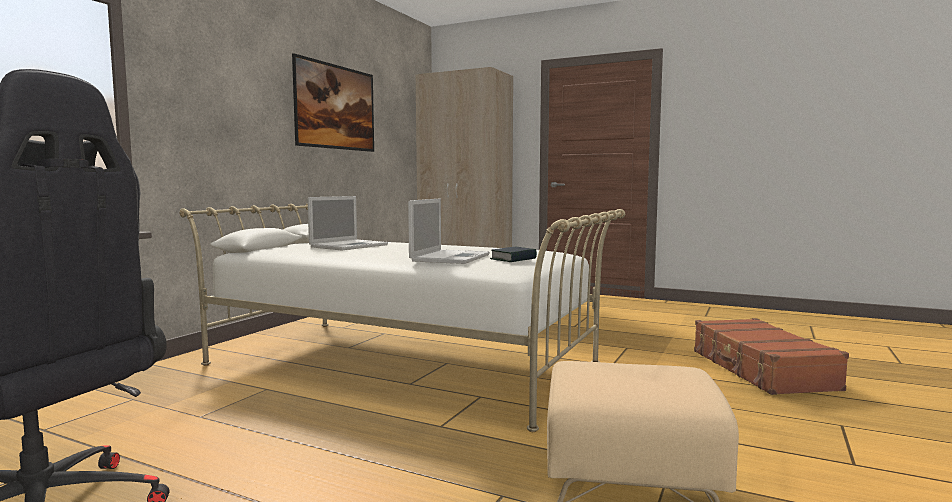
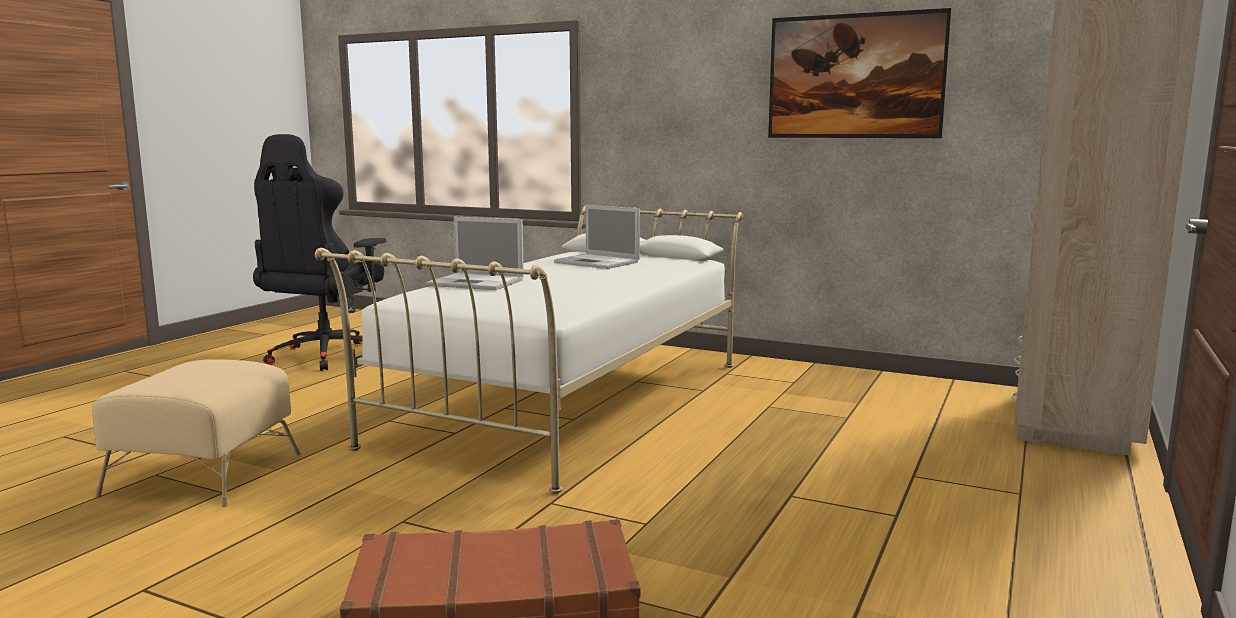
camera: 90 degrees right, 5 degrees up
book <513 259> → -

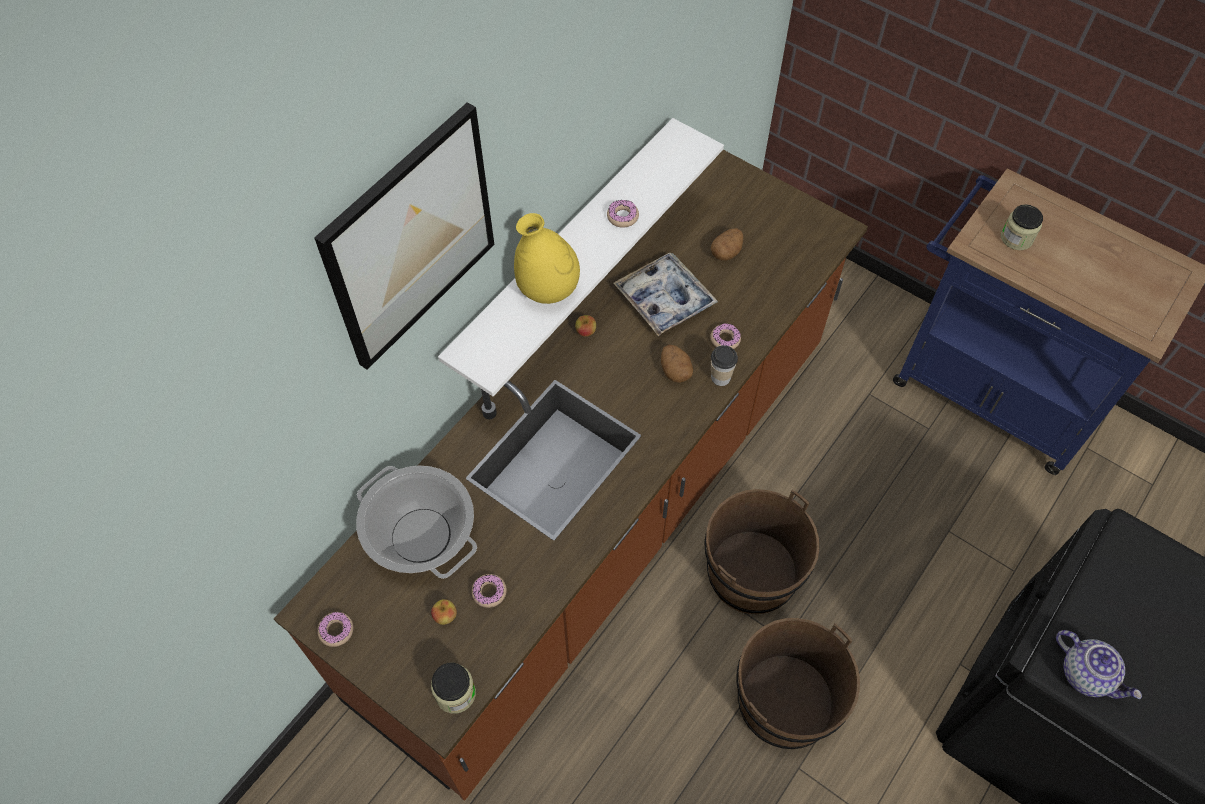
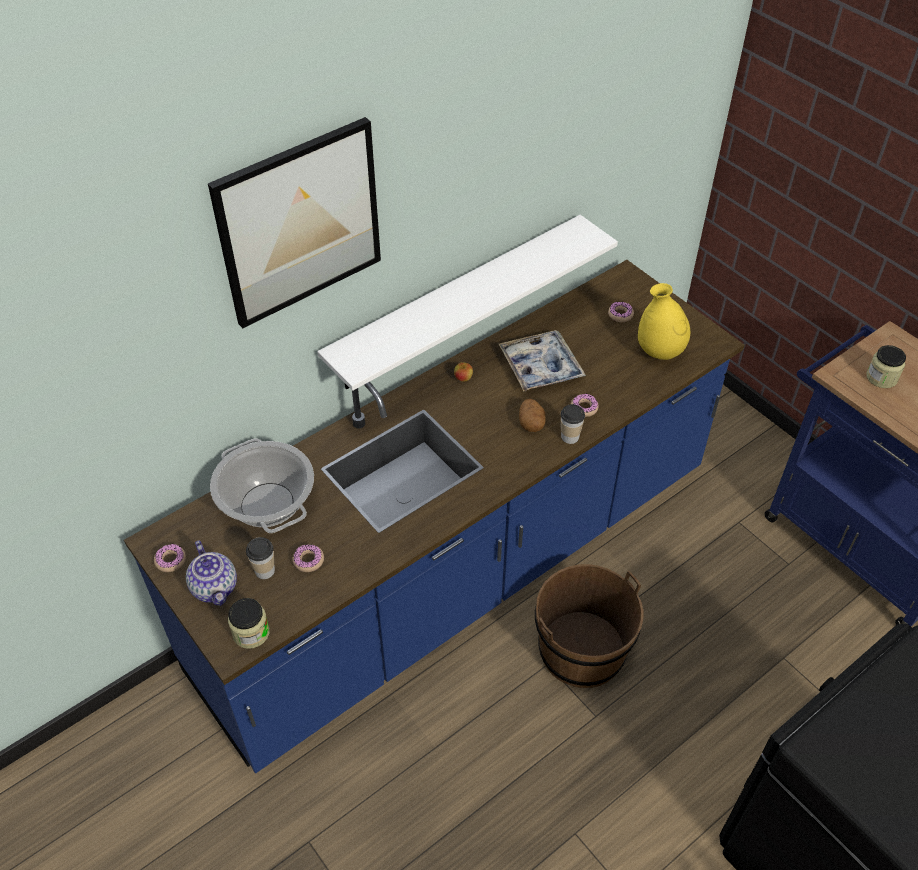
camera: 15 degrees right, 10 degrees down
counter in brown <602 516> → counter in blue <458 570>
teapot <1086 674> → teapot <215 587>, moved
apple <445 616> → cup <264 570>
donut <622 217> → donut <620 315>, moved
vase in yellow <548 290> → vase in yellow <659 352>, moved
potato <726 252> → -
bucket in brown <785 701> → -

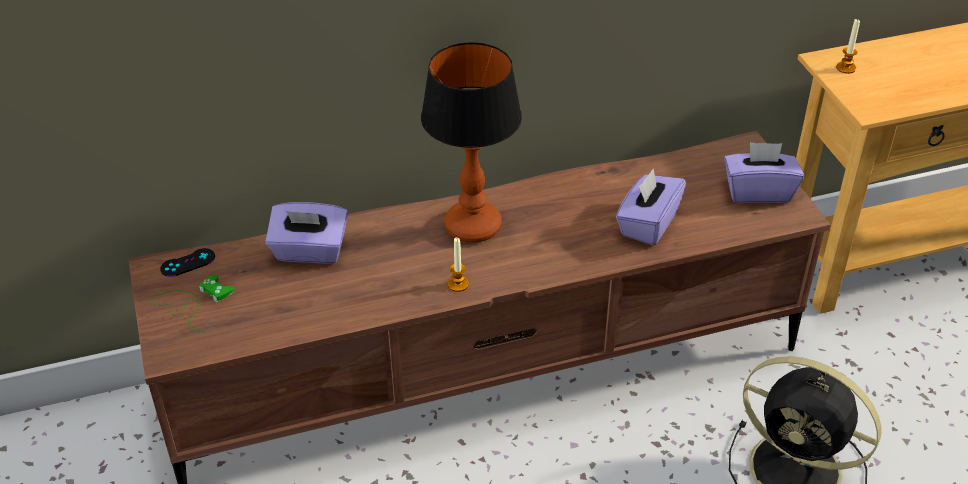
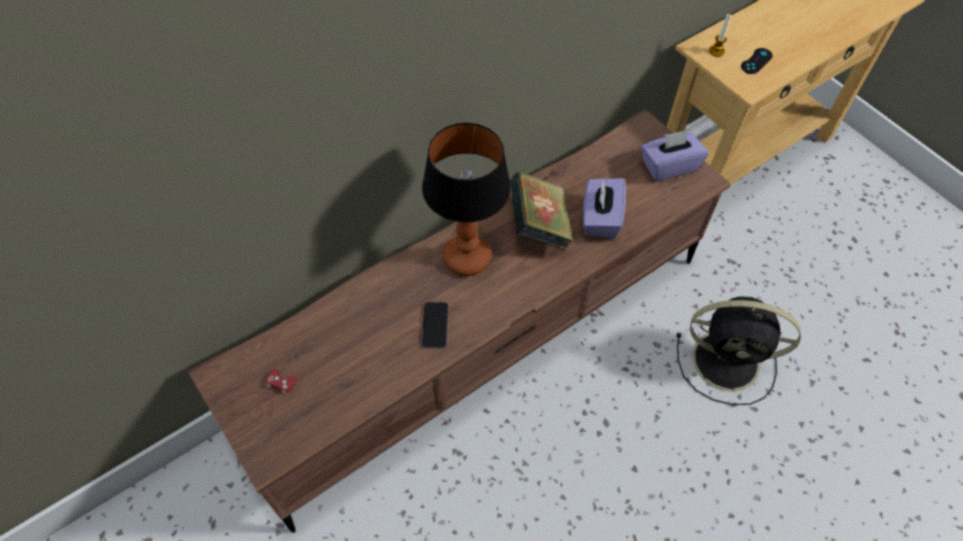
camera: 20 degrees left, 15 degrees up
game controller in green <193 303> → game controller in red <265 401>
- → phone <435 326>
- → book <538 226>
game controller in black <188 263> → game controller in black <756 61>, moved
tissue box in purple <309 251> → -
candle <458 284> → -

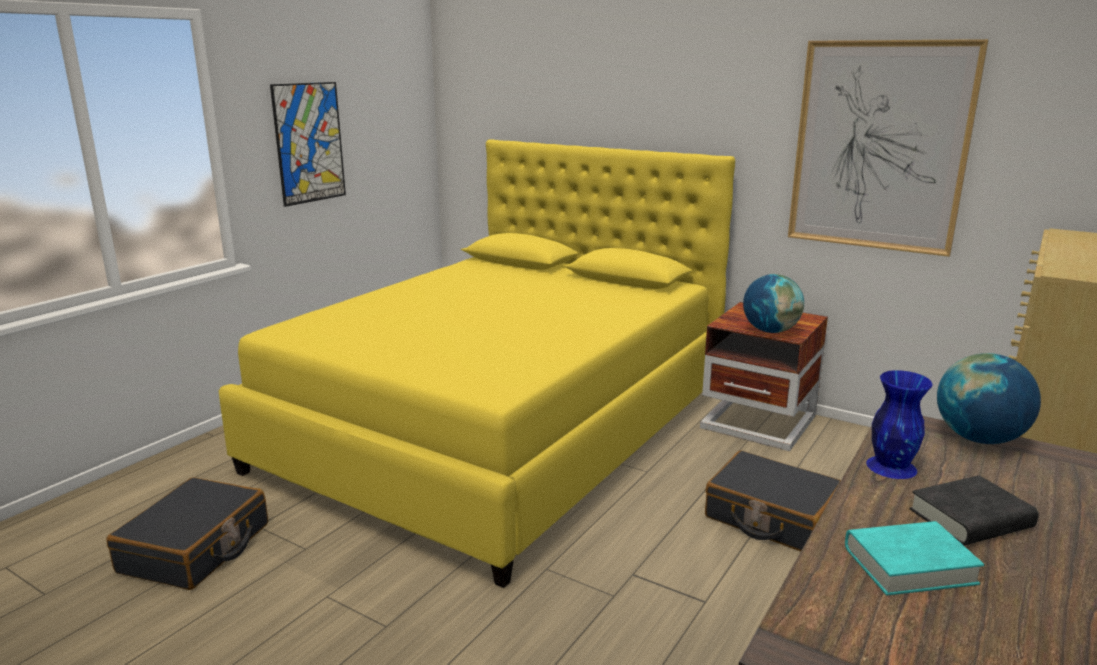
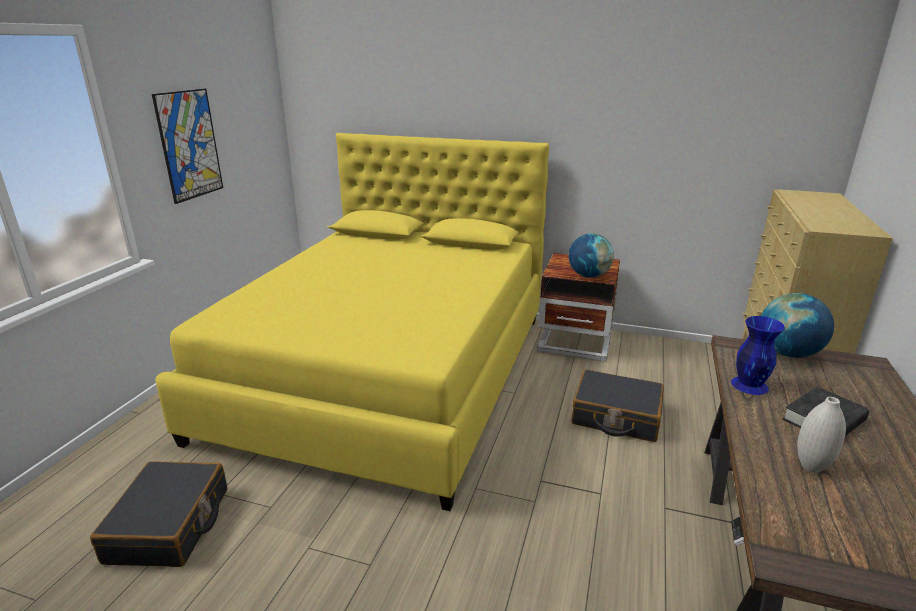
camera: 15 degrees left, 5 degrees up
book in turquoise <909 565> → vase in white <811 467>
picture <879 147> → -

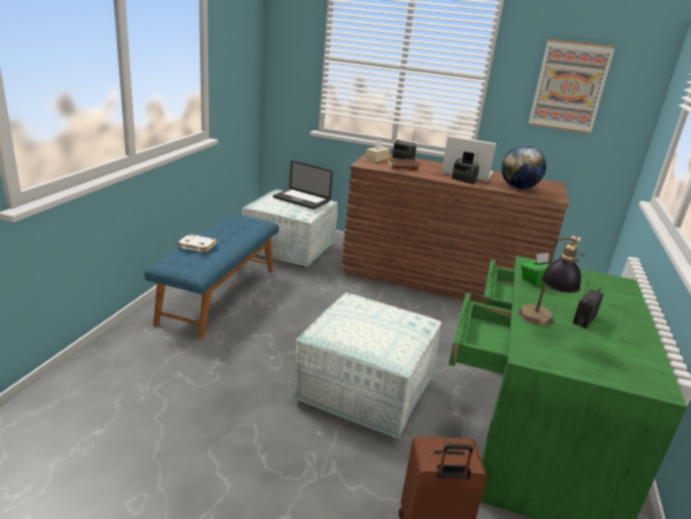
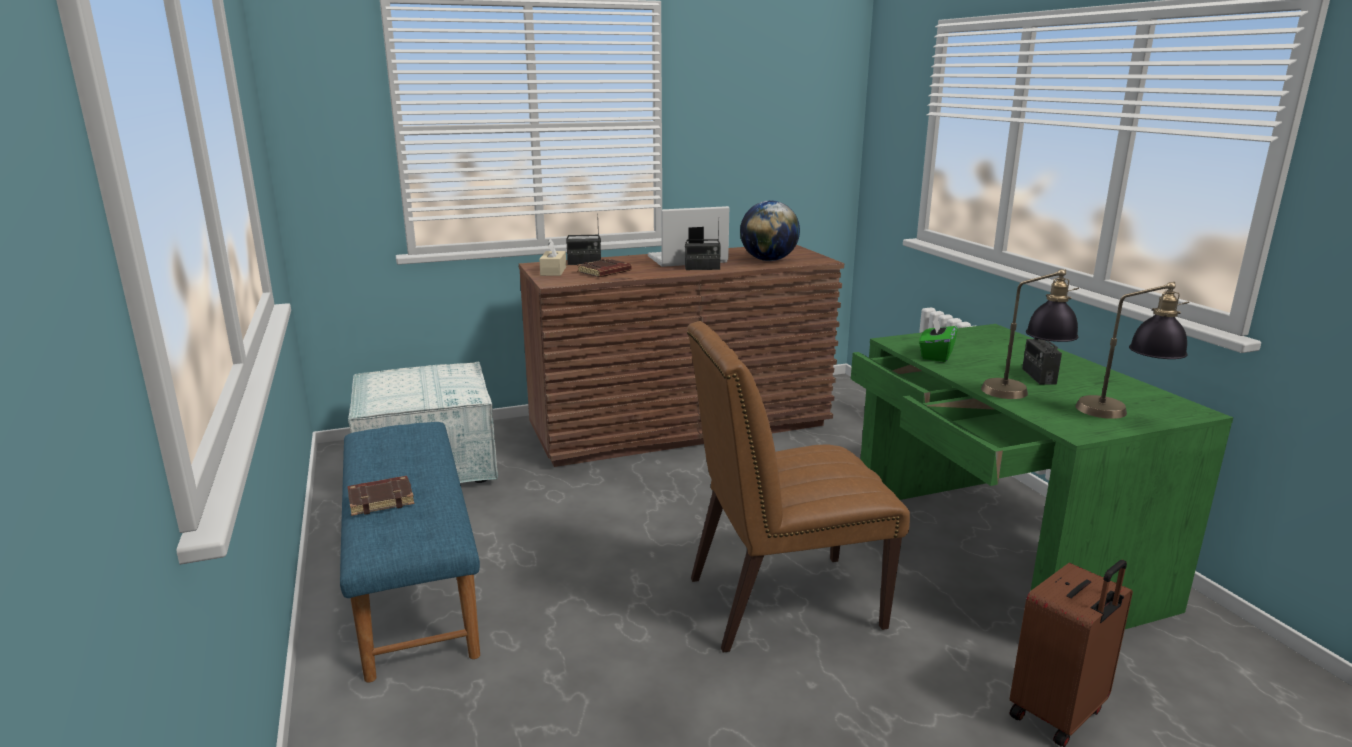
camera: 35 degrees left, 5 degrees down
book in white <197 245> → book in brown <381 499>
ottoman in white <364 390> → chair in brown <785 601>
- → table lamp <1122 415>
laptop <301 200> → -
picture <569 86> → -

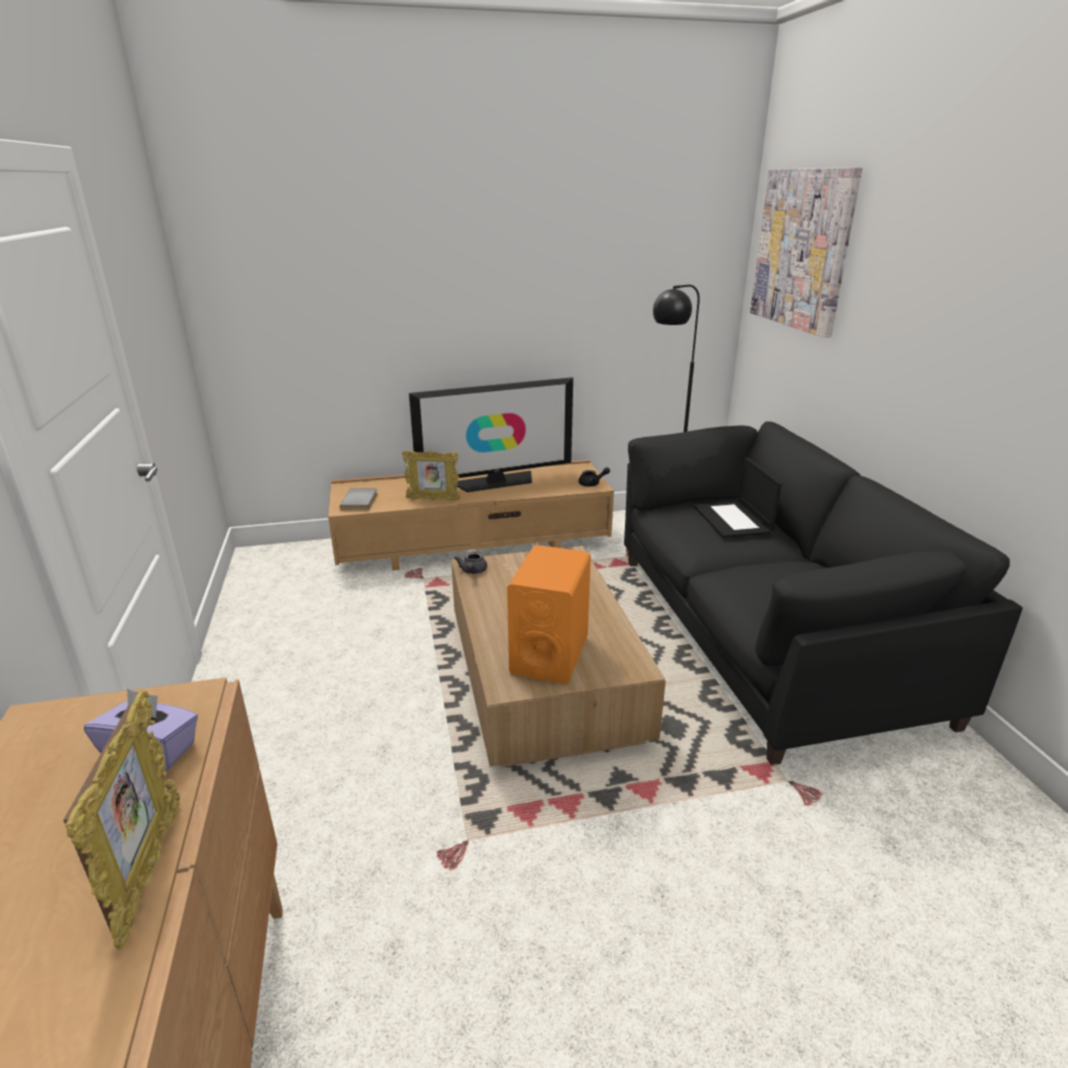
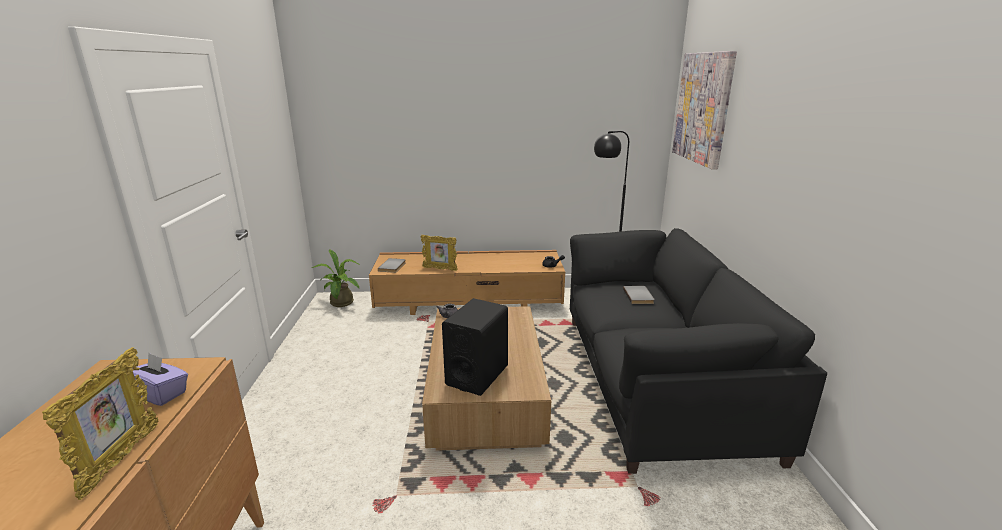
camera: 10 degrees right, 5 degrees down
- → potted plant <342 304>
speaker in orange <549 654> → speaker in black <477 375>
laptop <733 520> → book in grey <639 296>
television <495 482> → -

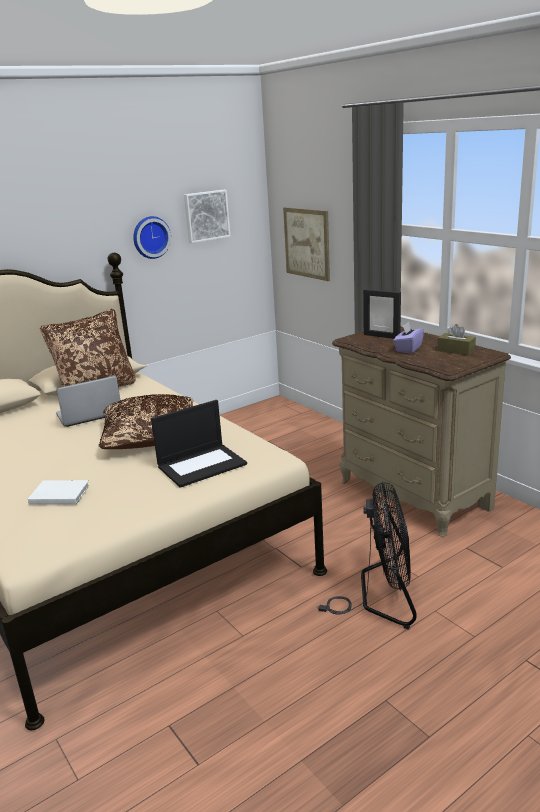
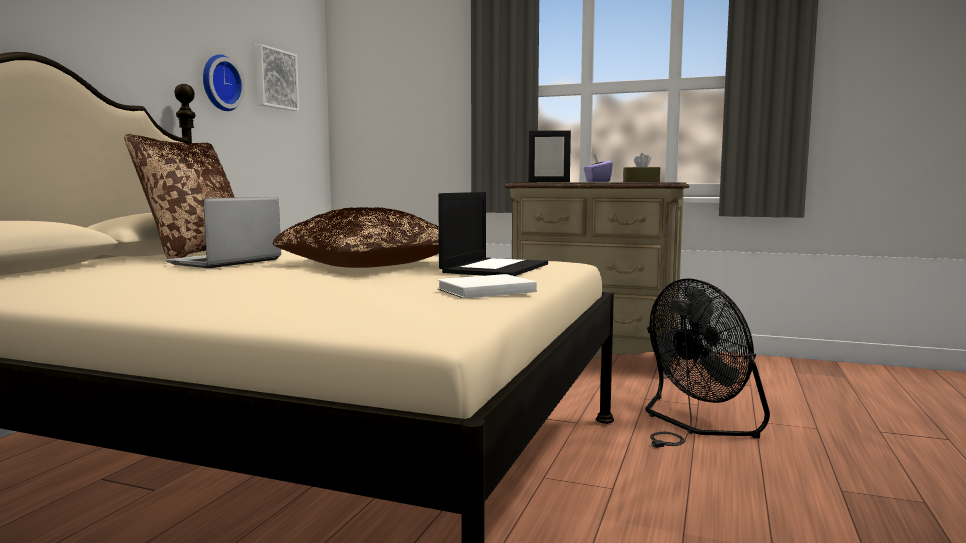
camera: 35 degrees left, 15 degrees down
book in white <58 494> → book in white <483 290>, moved
picture <307 243> → -

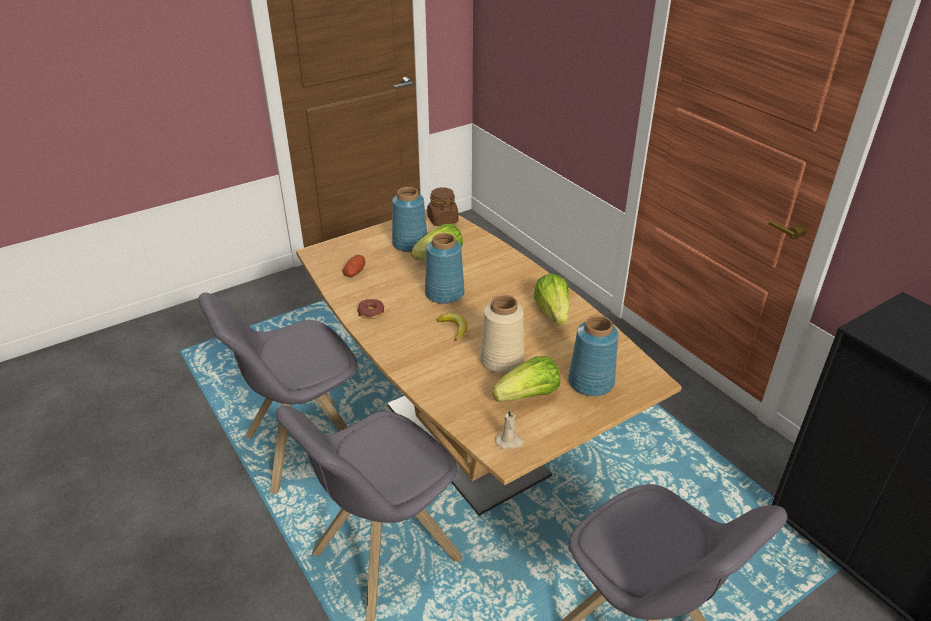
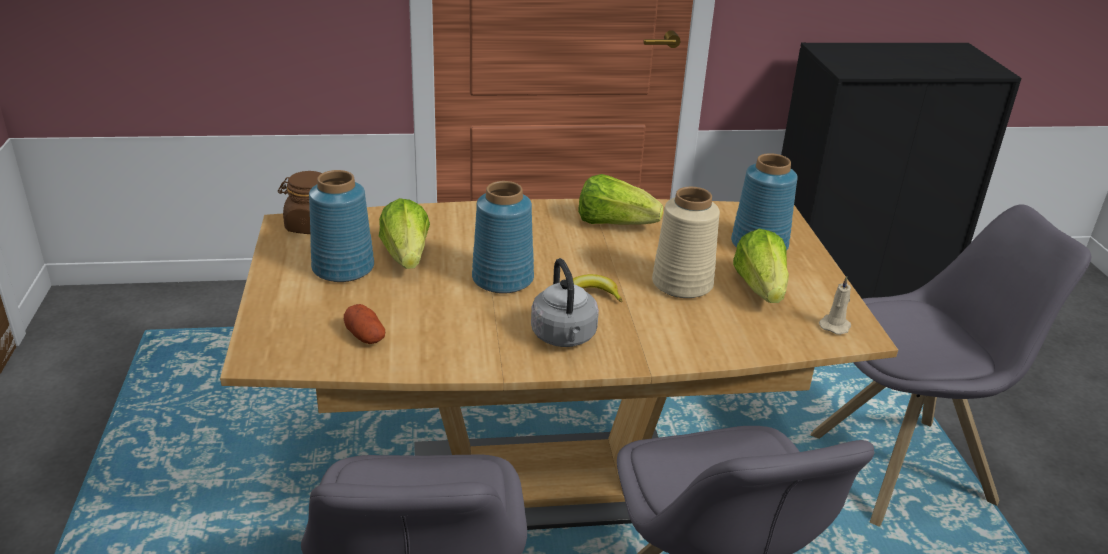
camera: 65 degrees left, 5 degrees down
- → kettle in grey <564 337>
donut <371 312> → -

